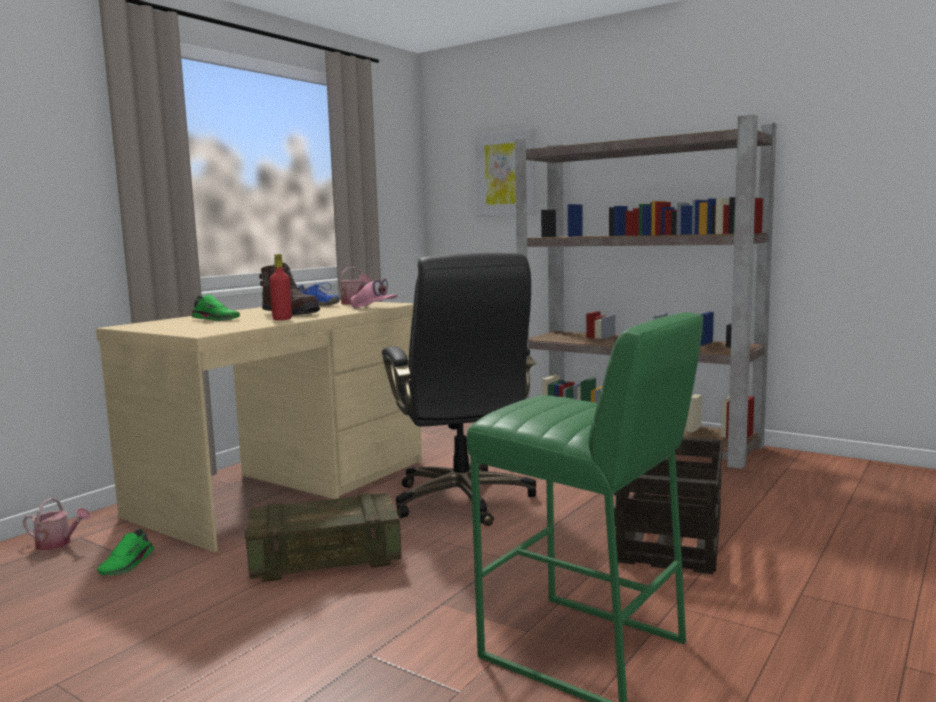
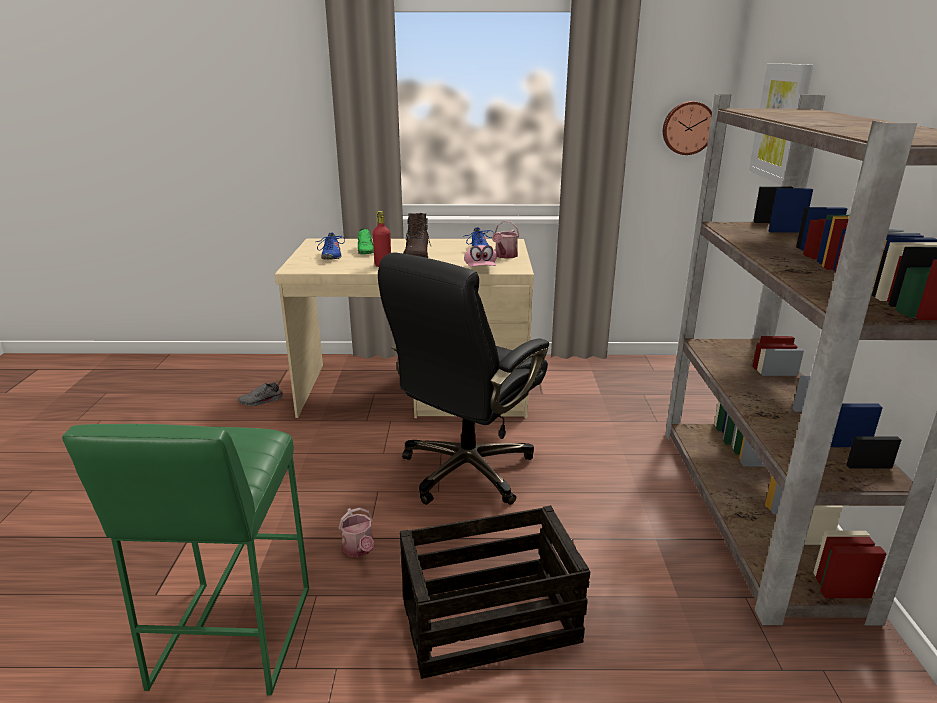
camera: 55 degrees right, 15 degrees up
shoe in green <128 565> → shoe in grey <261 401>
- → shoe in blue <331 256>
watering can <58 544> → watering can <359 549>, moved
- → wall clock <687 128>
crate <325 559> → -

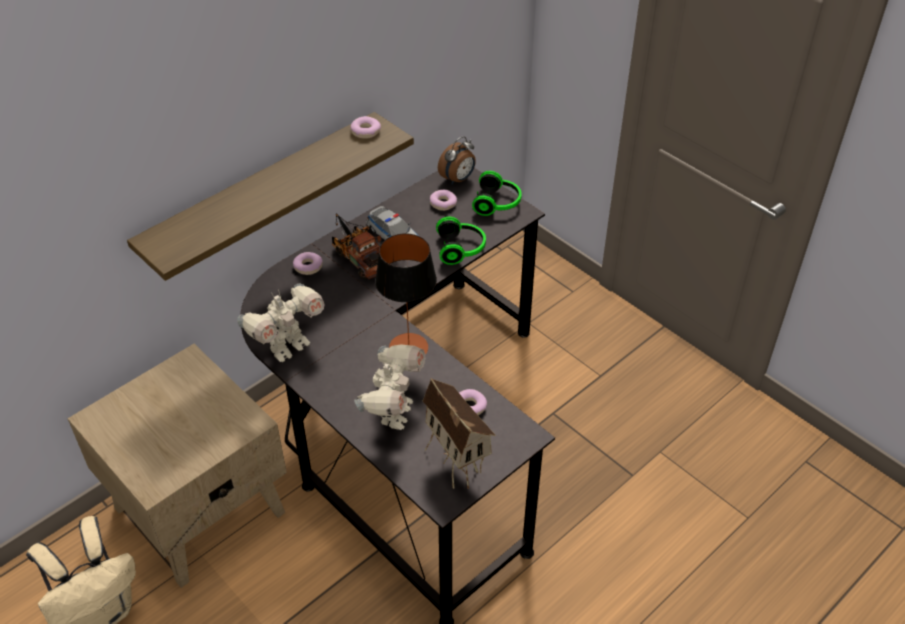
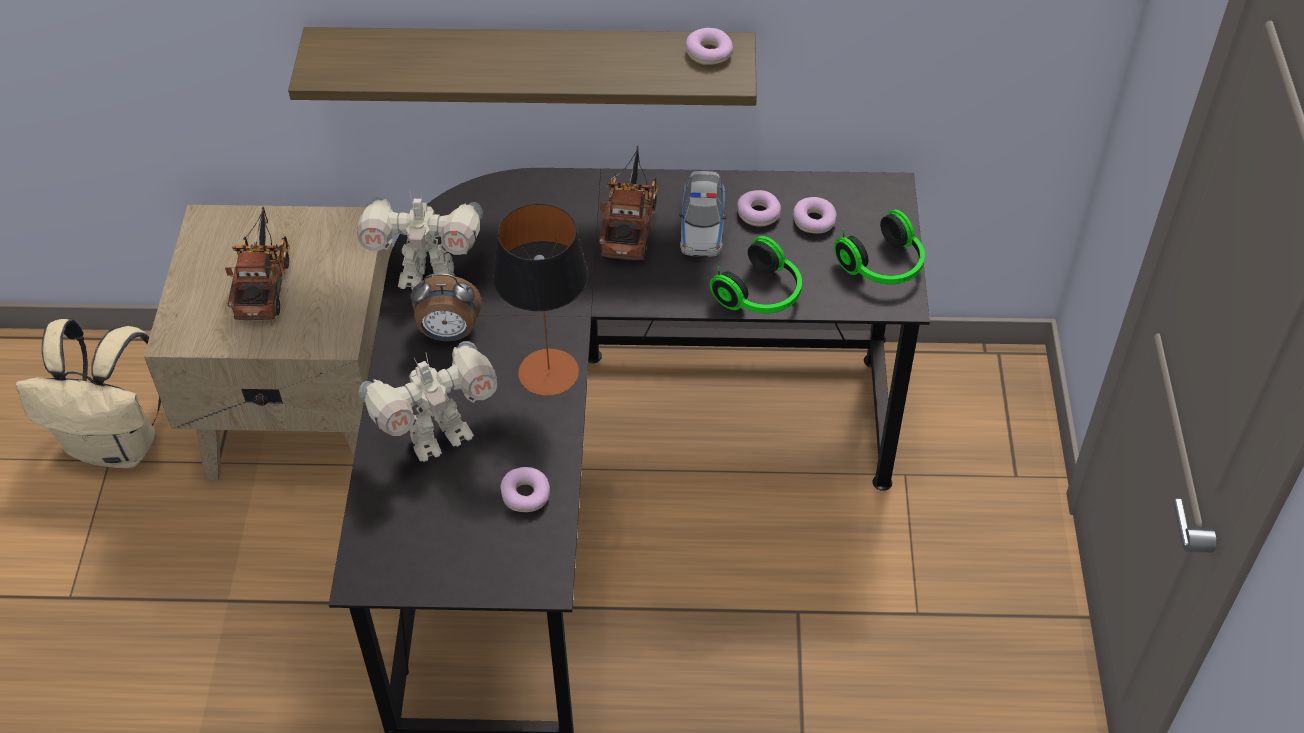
camera: 45 degrees right, 5 degrees up
- → toy truck <264 281>
alarm clock <458 179> → alarm clock <449 334>, moved
donut <308 267> → donut <758 213>, moved
toy house <457 464> → -

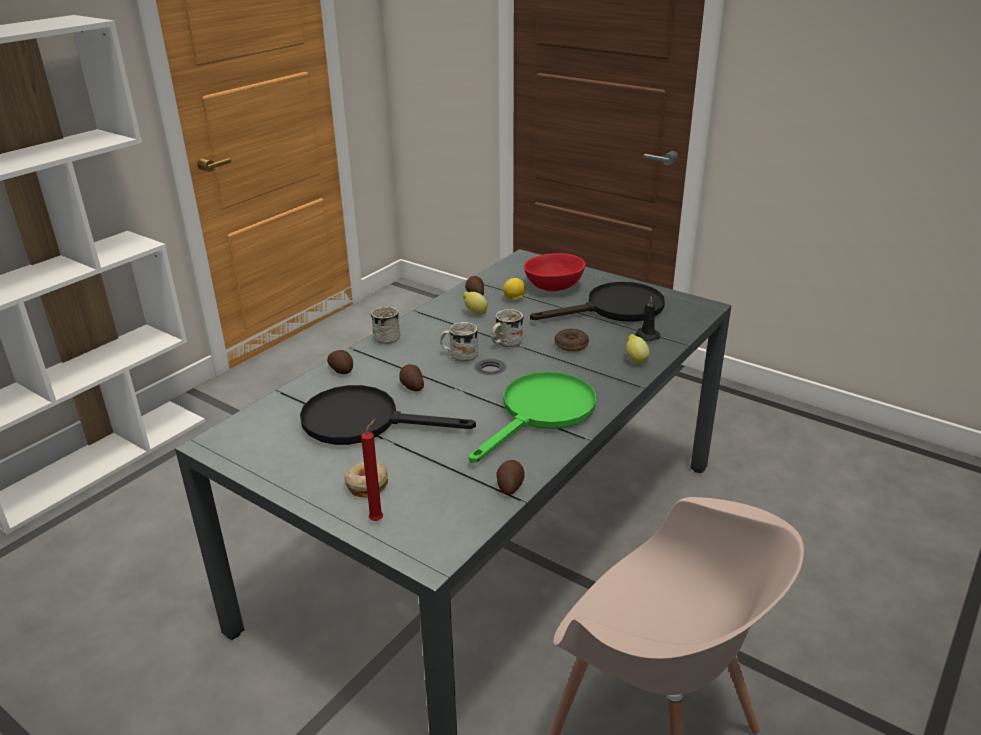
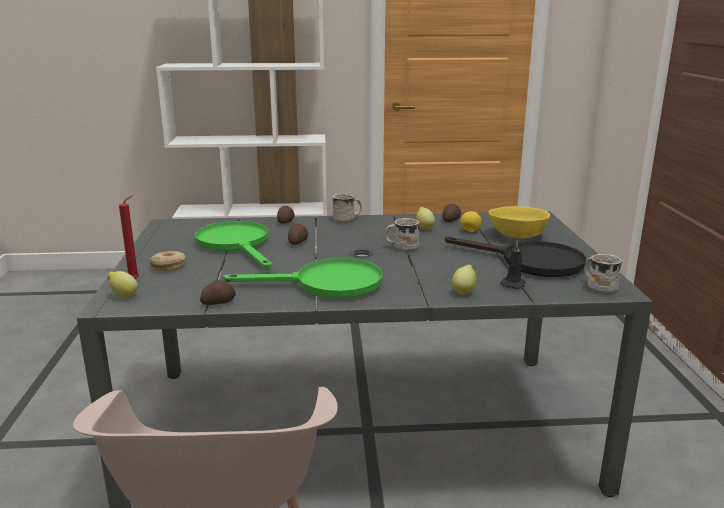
camera: 50 degrees right, 10 degrees down
- → lemon <124 296>
frying pan in black <364 421> → frying pan in green <236 244>
bowl in red <555 286> → bowl in yellow <518 236>
mug in white <459 355> → mug in white <598 286>, moved
donut <571 345> → -

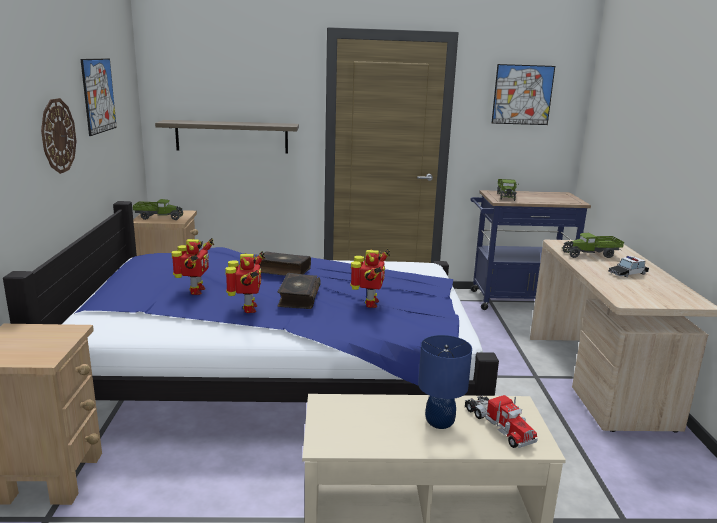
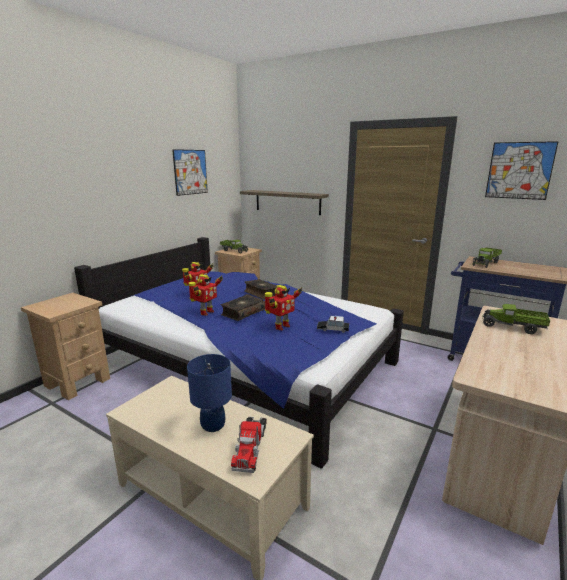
camera: 35 degrees right, 0 degrees up
toy car <627 273> → toy car <332 329>, moved
wall clock <58 136> → -

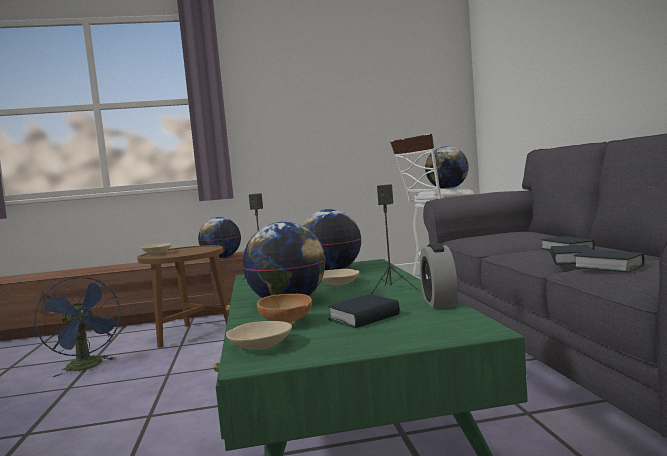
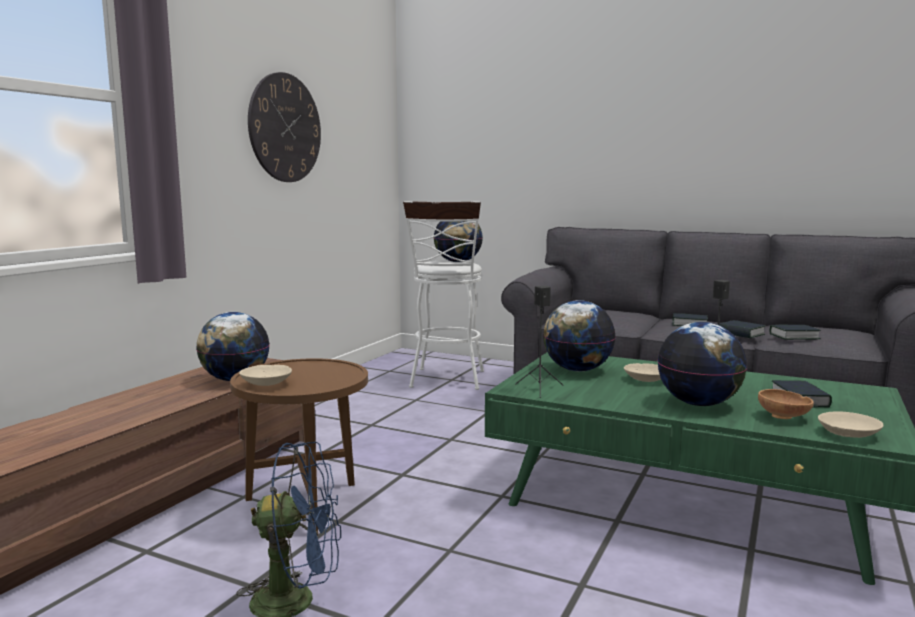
camera: 55 degrees left, 5 degrees up
- → wall clock <285 128>
alarm clock <439 302> → -

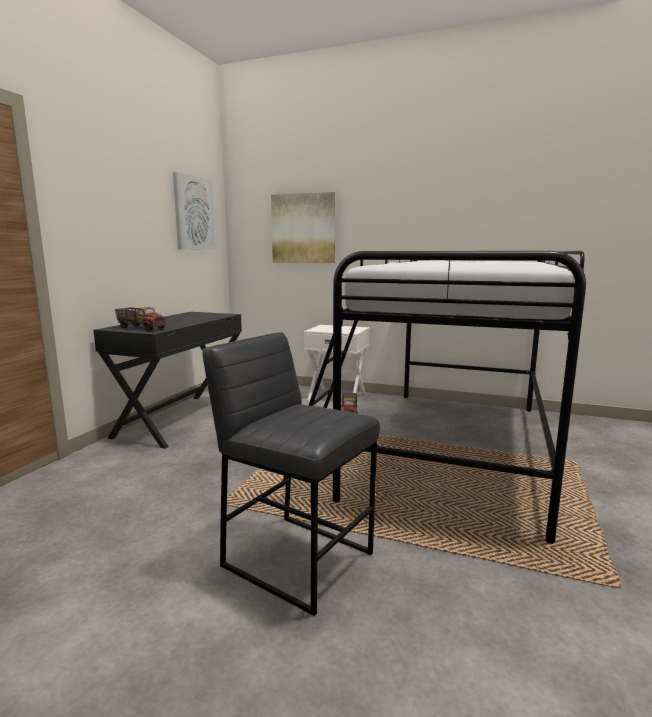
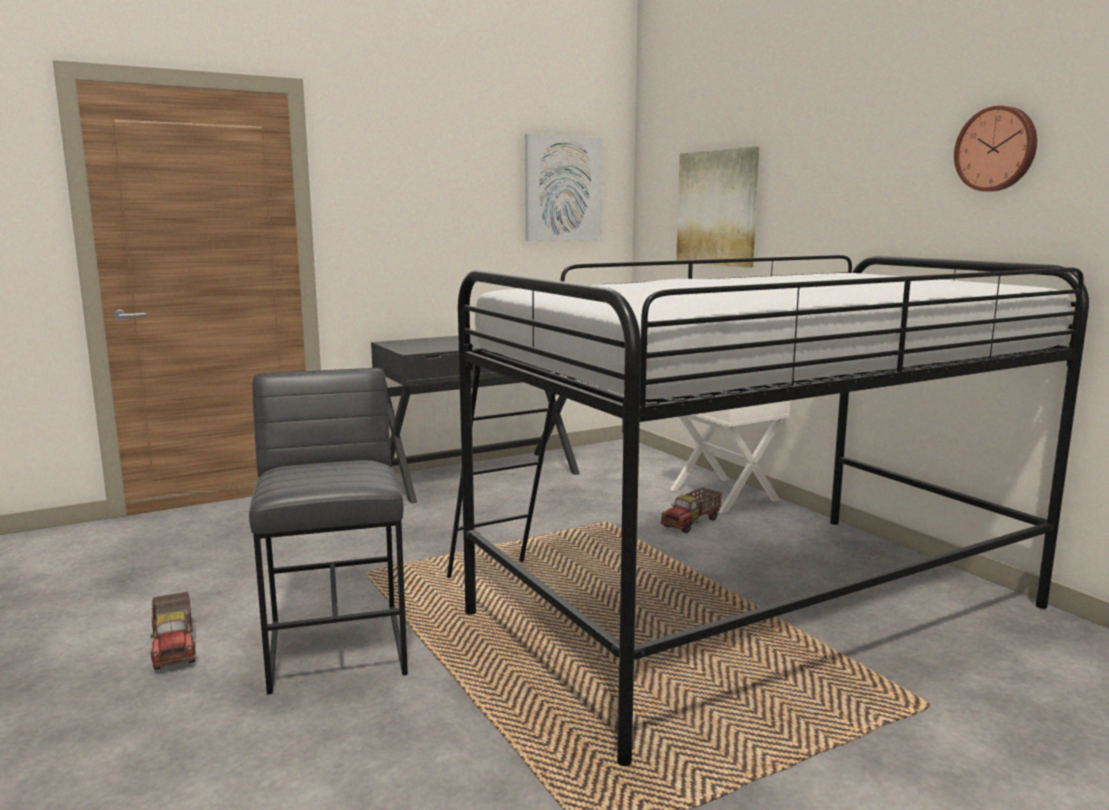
camera: 40 degrees right, 0 degrees up
toy truck <142 328> → toy truck <175 647>, moved
- → wall clock <997 149>

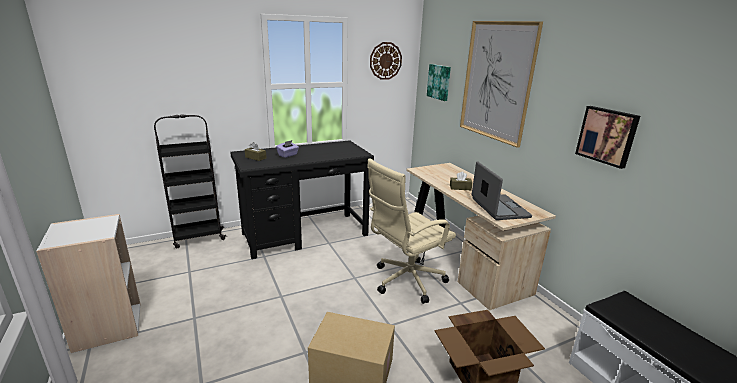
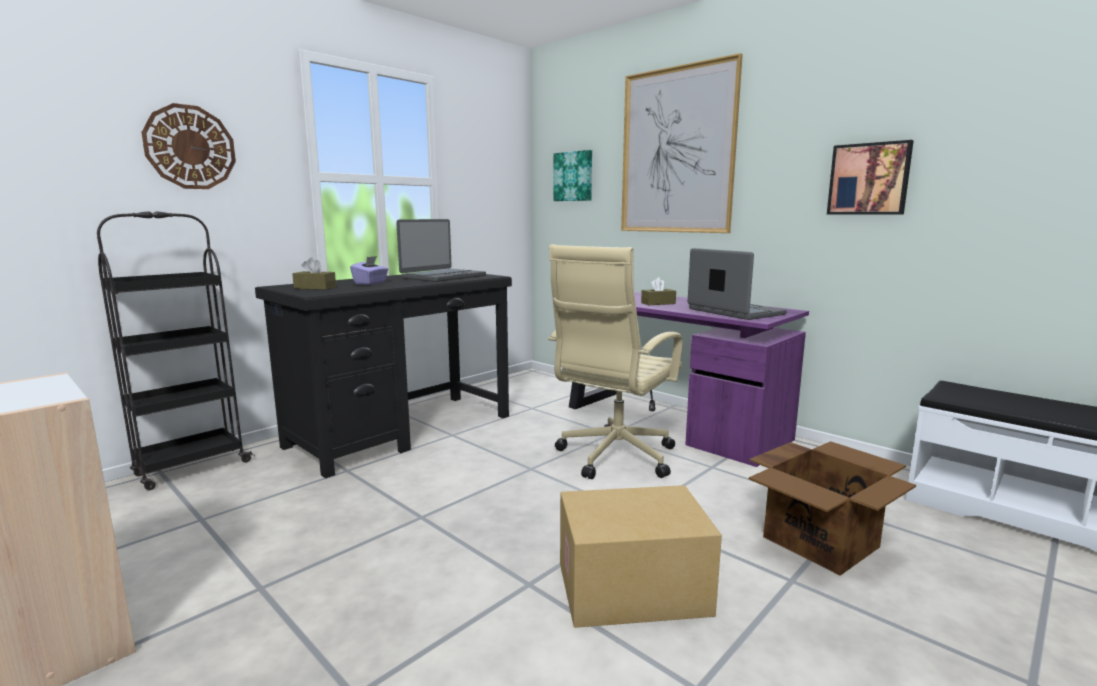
camera: 20 degrees left, 10 degrees down
wall clock <385 61> → wall clock <190 147>, moved
- → laptop <443 277>
desk in beige <461 260> → desk in purple <668 421>

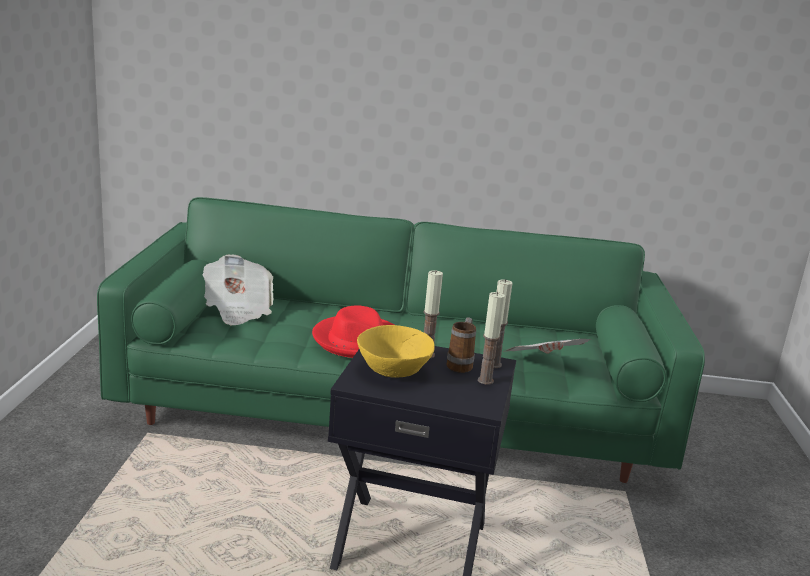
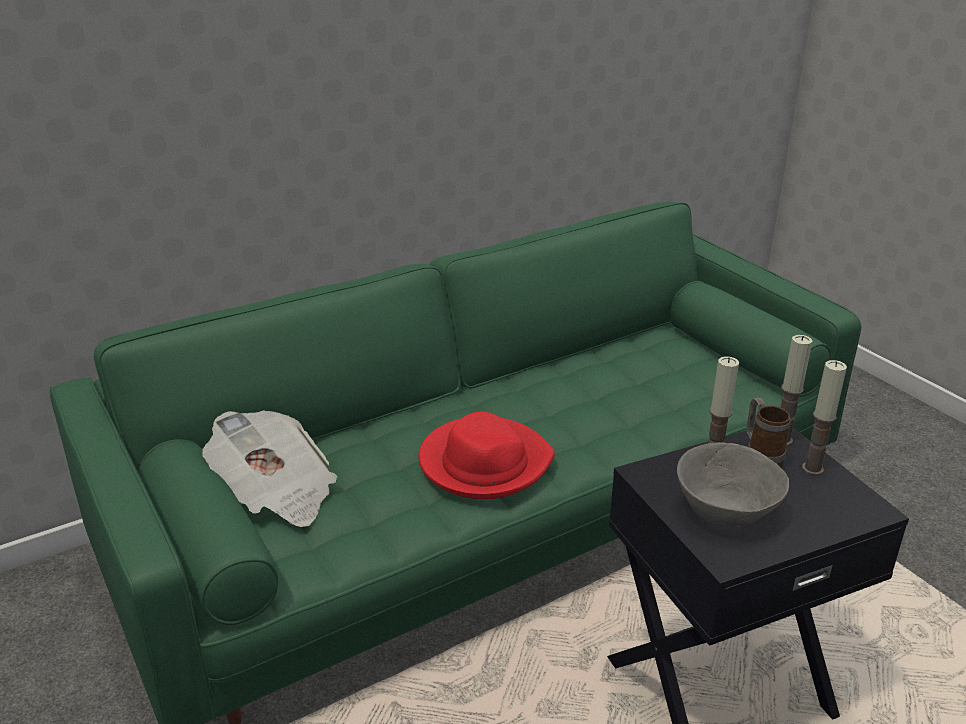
camera: 35 degrees left, 10 degrees up
bowl in yellow <392 371> → bowl in grey <725 511>
newspaper <542 366> → -

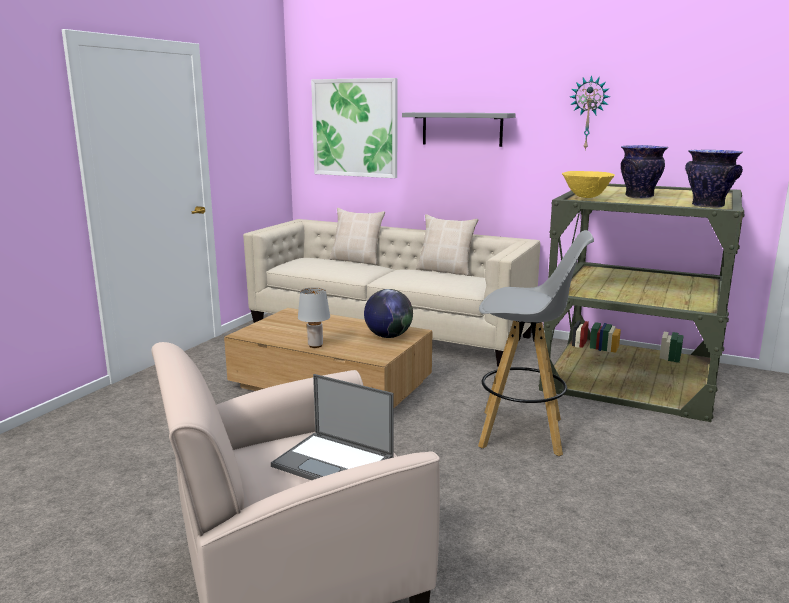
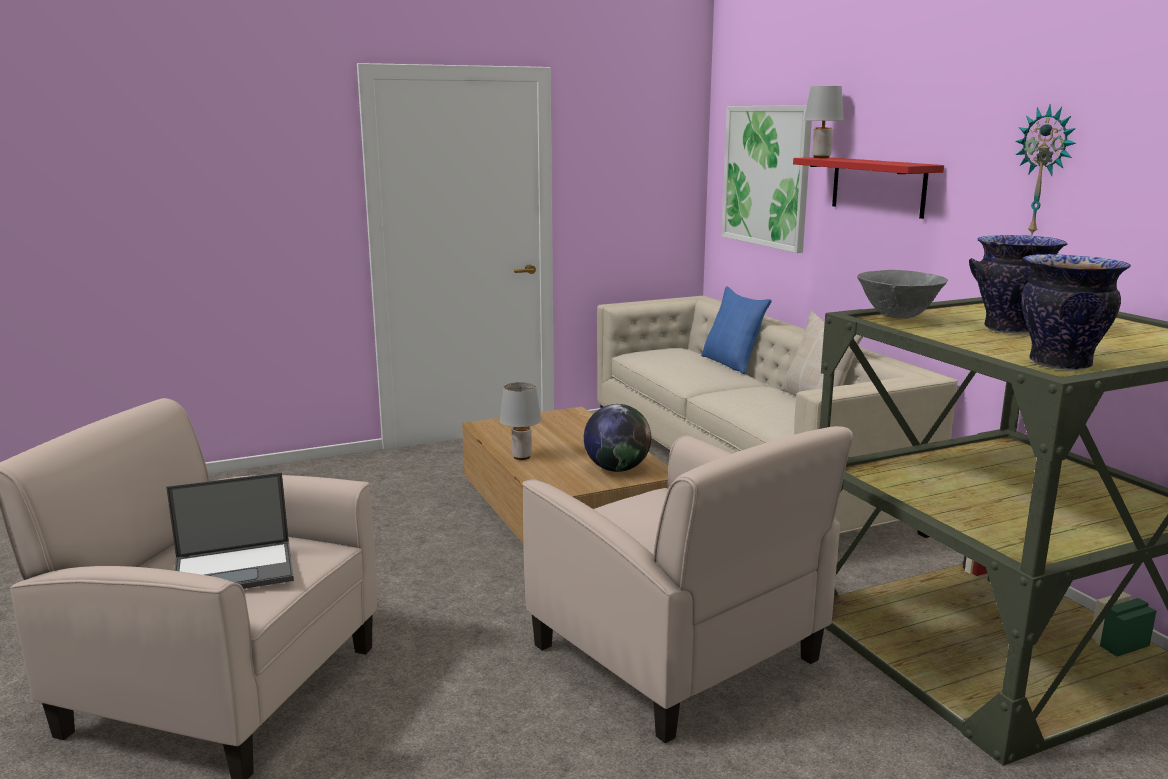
camera: 40 degrees right, 0 degrees up
laptop <334 462> → laptop <235 569>, 90 degrees counterclockwise
stool in grey <523 433> → armchair in beige <678 654>
pillow in beige <356 260> → pillow in blue <732 364>
shelf in grey <462 129> → shelf in red <878 186>
- → table lamp in grey <820 157>
bowl in yellow <586 197> → bowl in grey <898 317>

